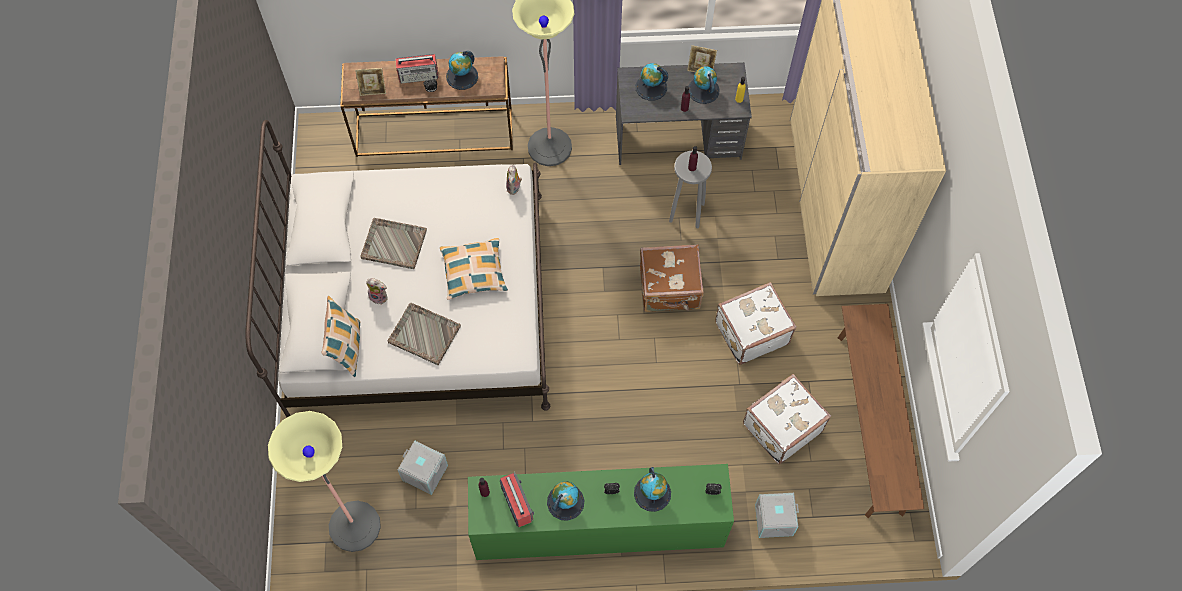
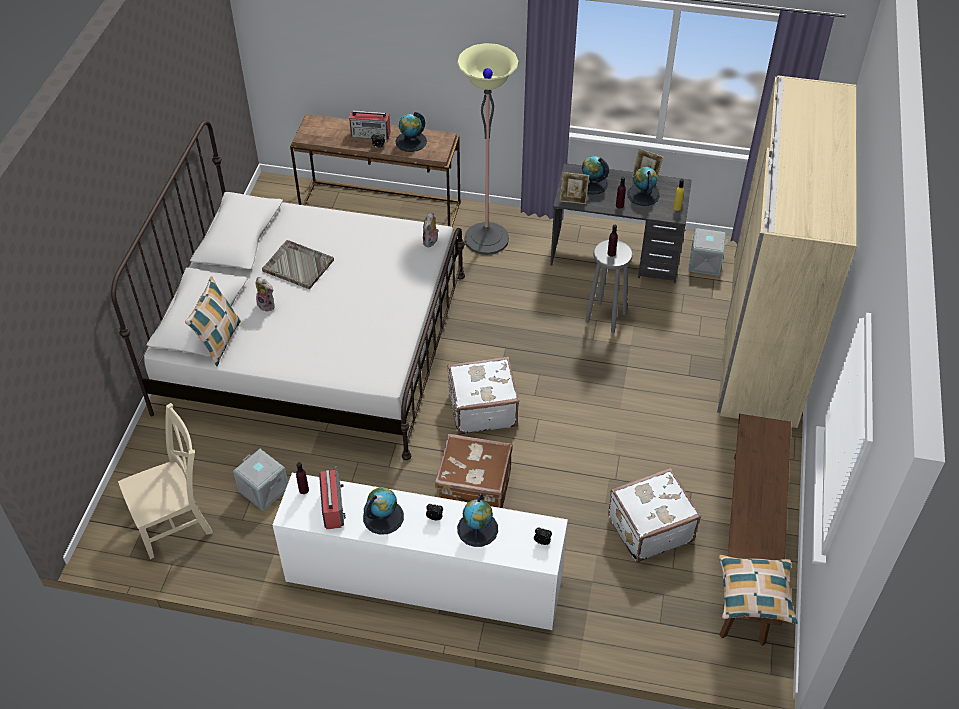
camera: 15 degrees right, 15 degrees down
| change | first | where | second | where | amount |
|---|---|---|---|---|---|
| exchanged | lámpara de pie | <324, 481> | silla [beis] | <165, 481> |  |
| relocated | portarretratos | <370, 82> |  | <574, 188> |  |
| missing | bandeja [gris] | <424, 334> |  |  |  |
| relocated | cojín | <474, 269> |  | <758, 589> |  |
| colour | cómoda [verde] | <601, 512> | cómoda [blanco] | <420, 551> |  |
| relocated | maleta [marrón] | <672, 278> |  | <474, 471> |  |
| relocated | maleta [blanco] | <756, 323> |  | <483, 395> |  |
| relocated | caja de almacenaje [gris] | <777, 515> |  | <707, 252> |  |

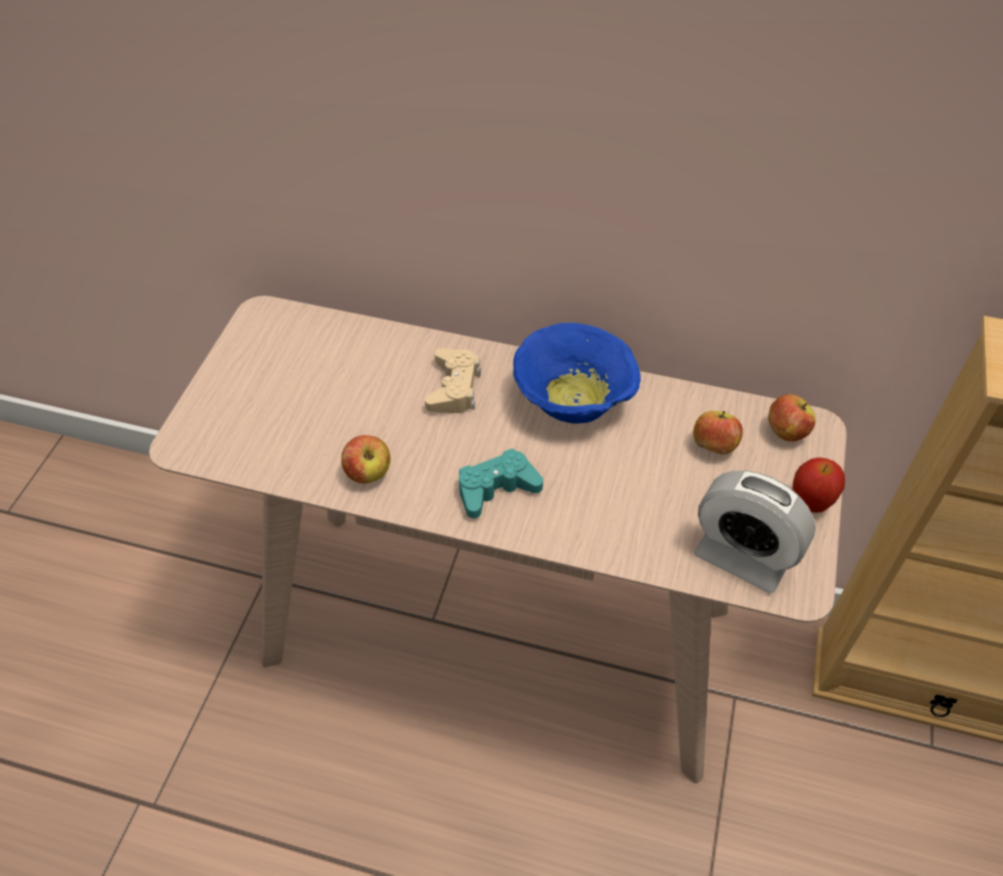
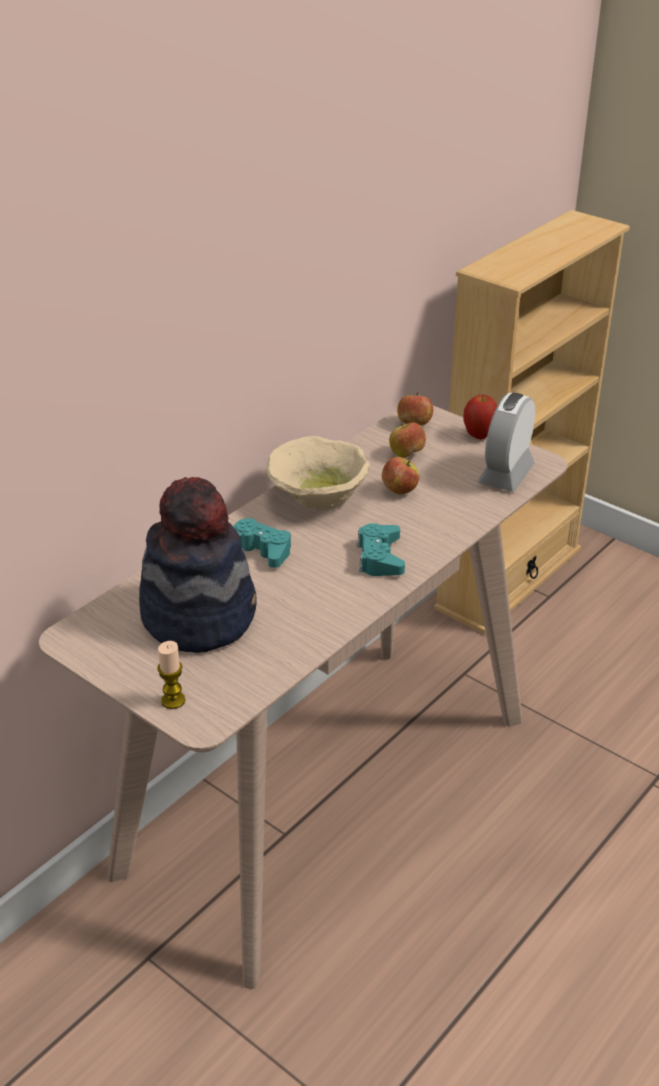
camera: 65 degrees left, 15 degrees down
| change | first | where | second | where | amount |
|---|---|---|---|---|---|
| relocated | manzana | <365, 459> |  | <400, 476> |  |
| colour | mando de consola [beis] | <453, 380> | mando de consola [turquesa] | <262, 543> |  |
| colour | cuenco [azul] | <577, 373> | cuenco [beis] | <318, 473> |  |
| spun | despertador | <755, 532> |  | <506, 442> | 150 degrees clockwise |
| appeared |  |  | sombrero | <198, 565> |  |
| appeared |  |  | vela | <171, 675> |  |

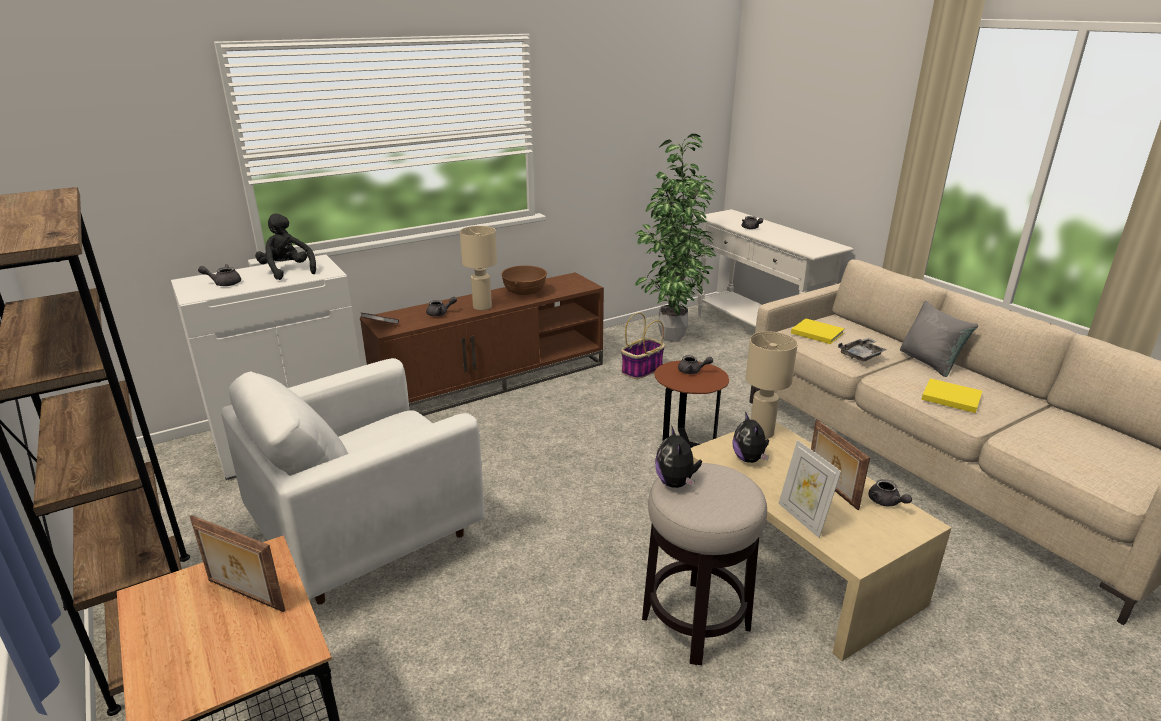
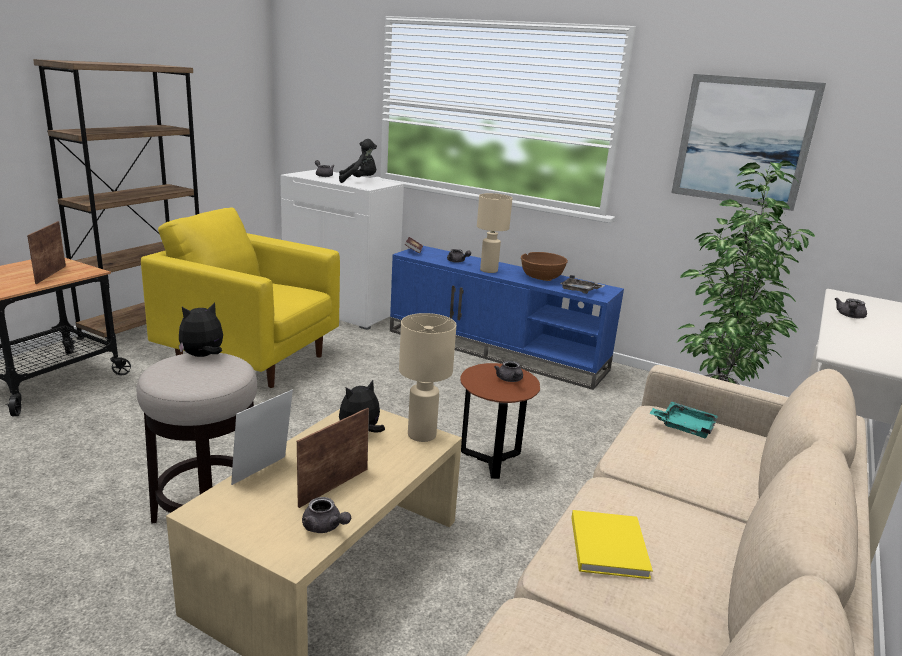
camera: 60 degrees right, 5 degrees down
| change | first | where | second | where | amount |
|---|---|---|---|---|---|
| colour | sillón [blanco] | <353, 481> | sillón [amarillo] | <240, 298> |  |
| spun | peluche [negro] | <285, 246> |  | <358, 161> | 60 degrees clockwise |
| colour | mueble de televisión [marrón] | <482, 344> | mueble de televisión [azul] | <507, 318> |  |
| missing | cesta | <643, 346> |  |  |  |
| exchanged | libro [amarillo] | <818, 331> | bandeja [turquesa] | <683, 419> |  |
| relocated | bandeja [gris] | <862, 350> |  | <582, 284> |  |
| spun | tetera [gris] | <890, 493> |  | <326, 515> | 90 degrees counterclockwise |
| missing | cojín [gris] | <939, 338> |  |  |  |
| appeared |  |  | cuadro | <748, 142> |  |

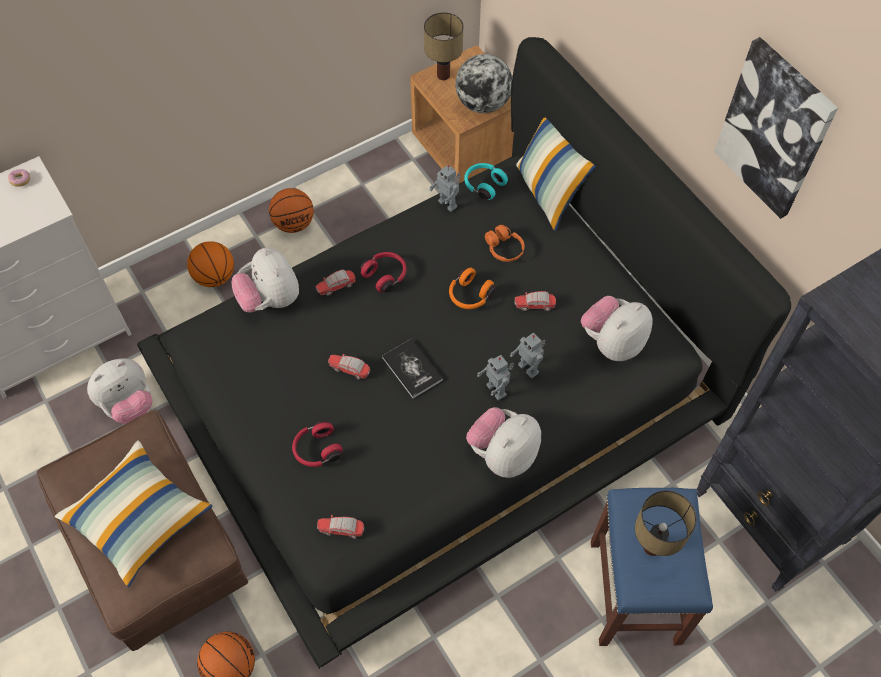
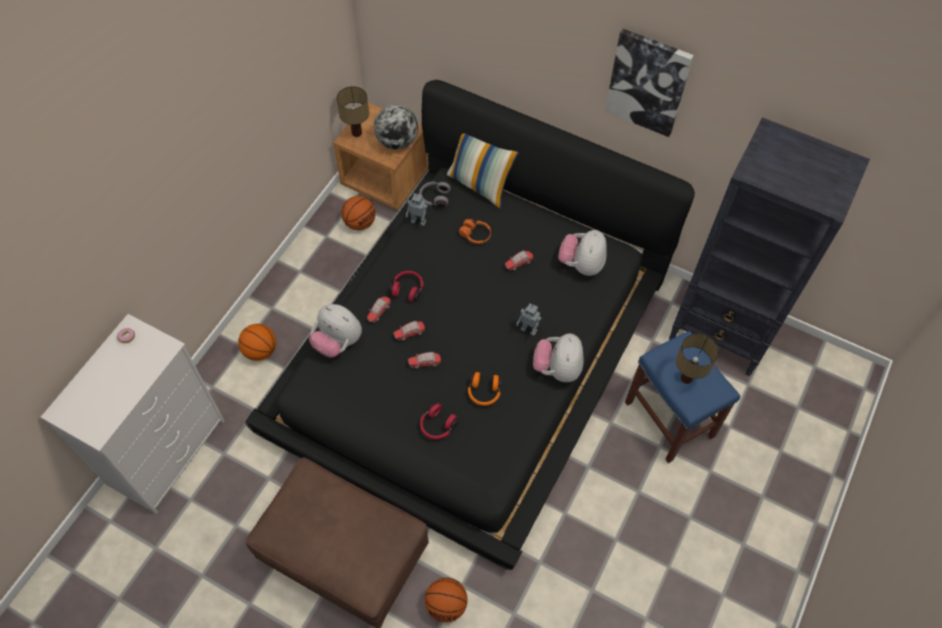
camera: 30 degrees left, 0 degrees up
| change | first | where | second | where | amount |
|---|---|---|---|---|---|
| missing | cojín | <134, 513> |  |  |  |
| missing | peluche | <119, 391> |  |  |  |
| relocated | balón de baloncesto | <291, 210> |  | <358, 213> |  |
| relocated | coche de juguete | <341, 526> |  | <409, 331> |  |
| missing | libro | <412, 368> |  |  |  |
| relocated | auriculares [naranja] | <472, 288> |  | <485, 389> |  |
| colour | auriculares [turquesa] | <486, 181> | auriculares [gris] | <435, 194> |  |
| missing | robot de juguete | <528, 356> |  |  |  |

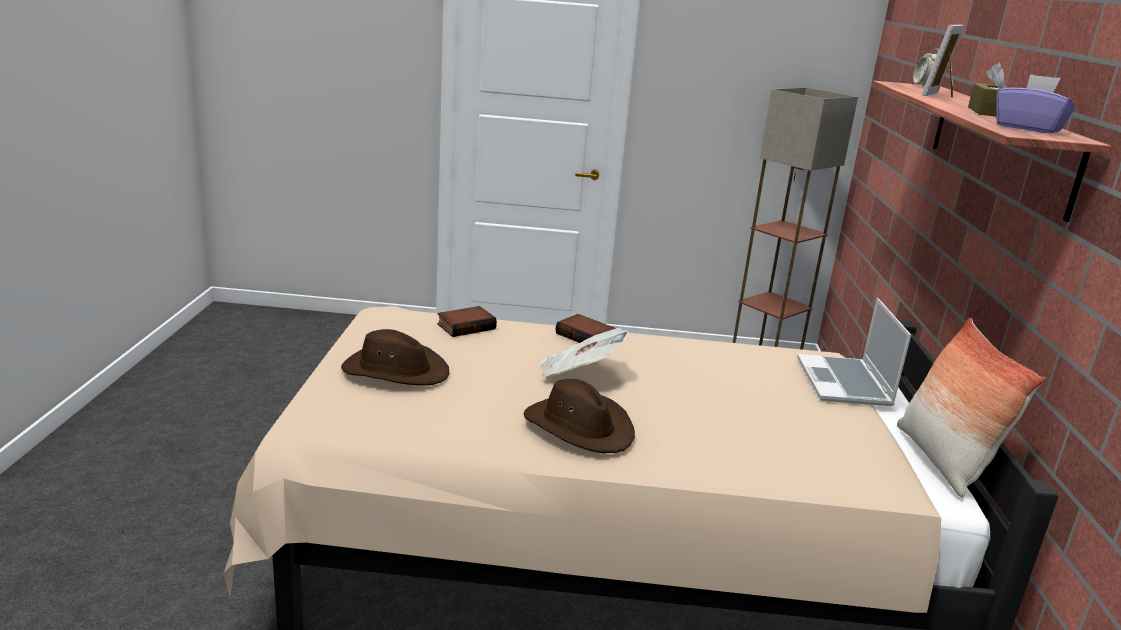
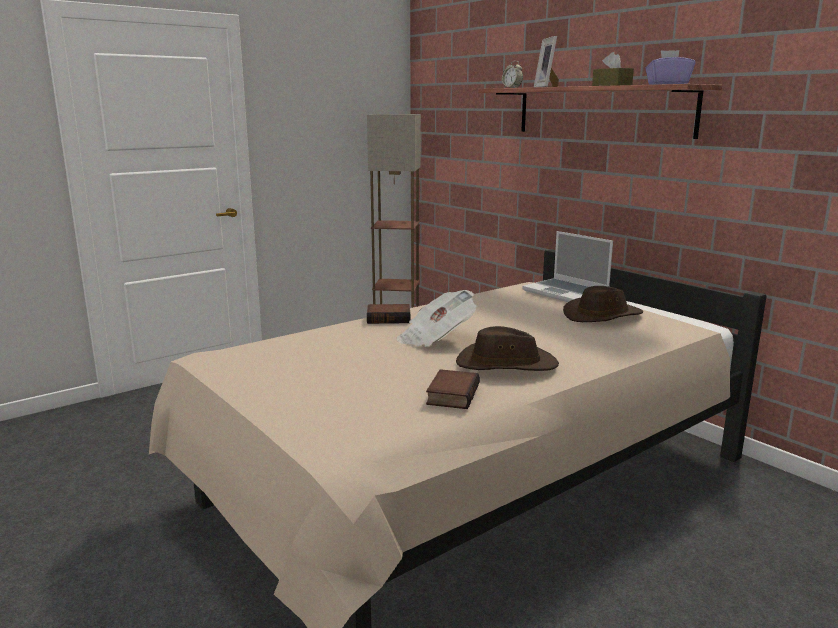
camera: 40 degrees left, 5 degrees down
| change | first | where | second | where | amount |
|---|---|---|---|---|---|
| relocated | sombrero [marrón] | <395, 357> |  | <603, 304> |  |
| relocated | libro | <467, 321> |  | <453, 389> |  |
| missing | cojín | <971, 407> |  |  |  |

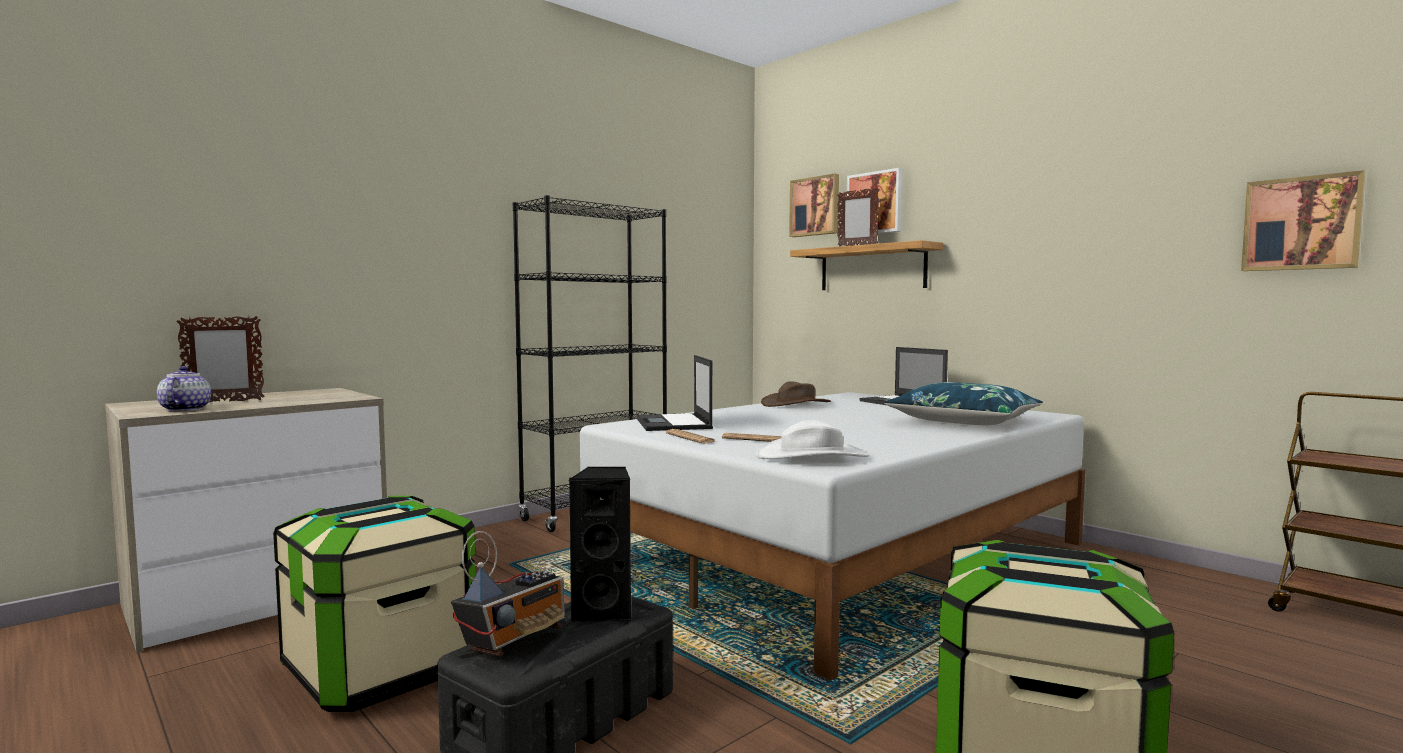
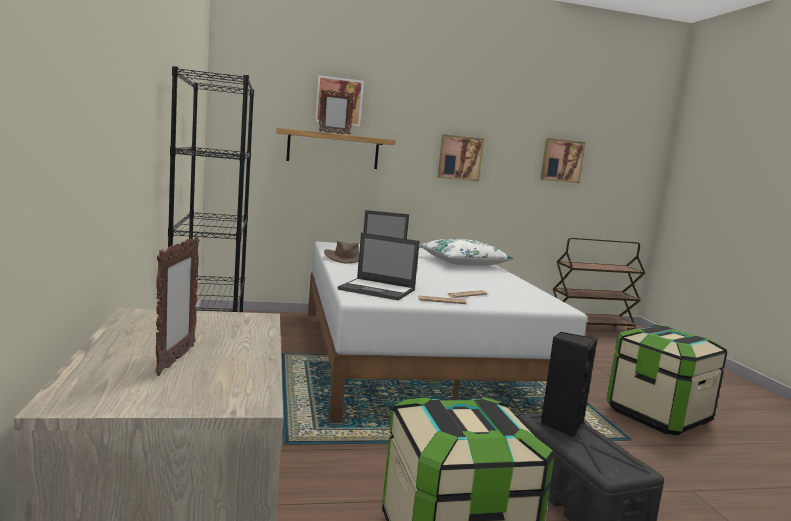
camera: 60 degrees left, 5 degrees up
| change | first | where | second | where | amount |
|---|---|---|---|---|---|
| missing | tetera | <184, 388> |  |  |  |
| missing | radio | <508, 593> |  |  |  |
| missing | sombrero [blanco] | <812, 439> |  |  |  |
| relocated | cuadro | <814, 205> |  | <461, 157> |  |
| colour | cojín [azul] | <963, 403> | cojín [blanco] | <466, 252> |  |

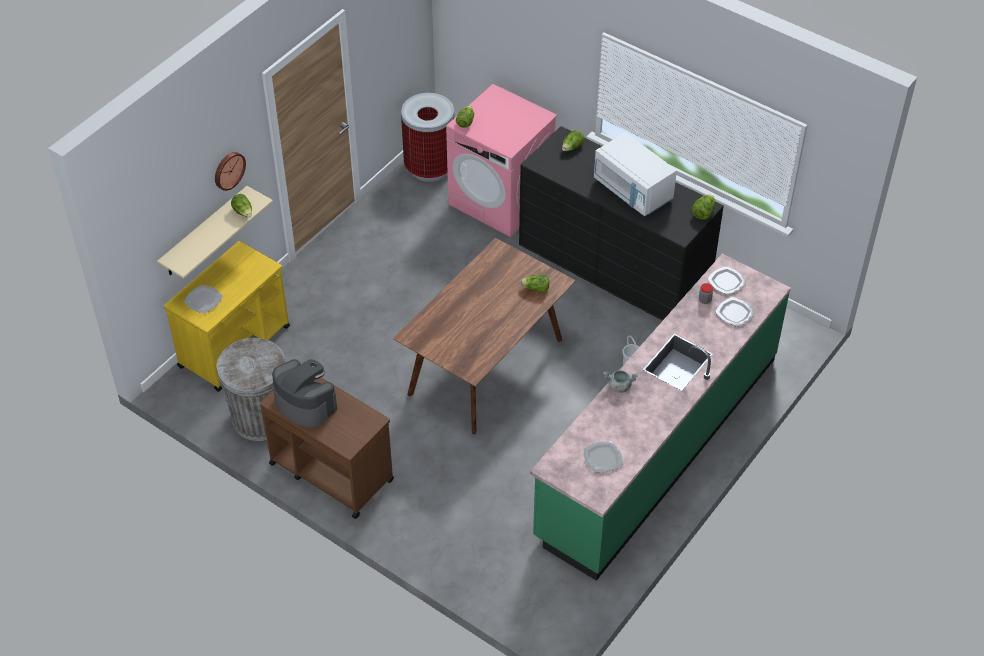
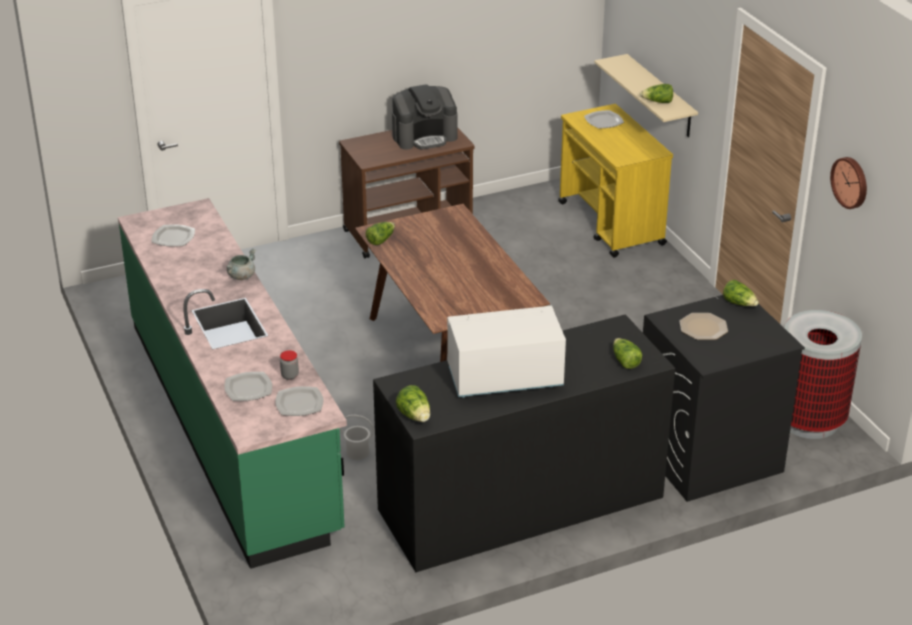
camera: 120 degrees right, 15 degrees down
| change | first | where | second | where | amount |
|---|---|---|---|---|---|
| relocated | reloj de pared | <230, 171> |  | <848, 183> |  |
| missing | papelera [gris] | <251, 389> |  |  |  |
| colour | lavadora [rosa] | <501, 160> | lavadora [negro] | <724, 398> |  |
| relocated | lechuga | <534, 284> |  | <380, 233> |  |
| appeared |  |  | plato | <703, 326> |  |

